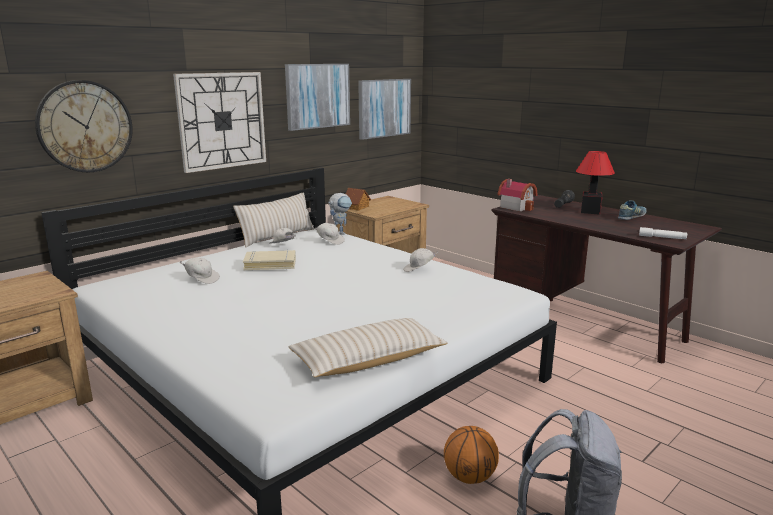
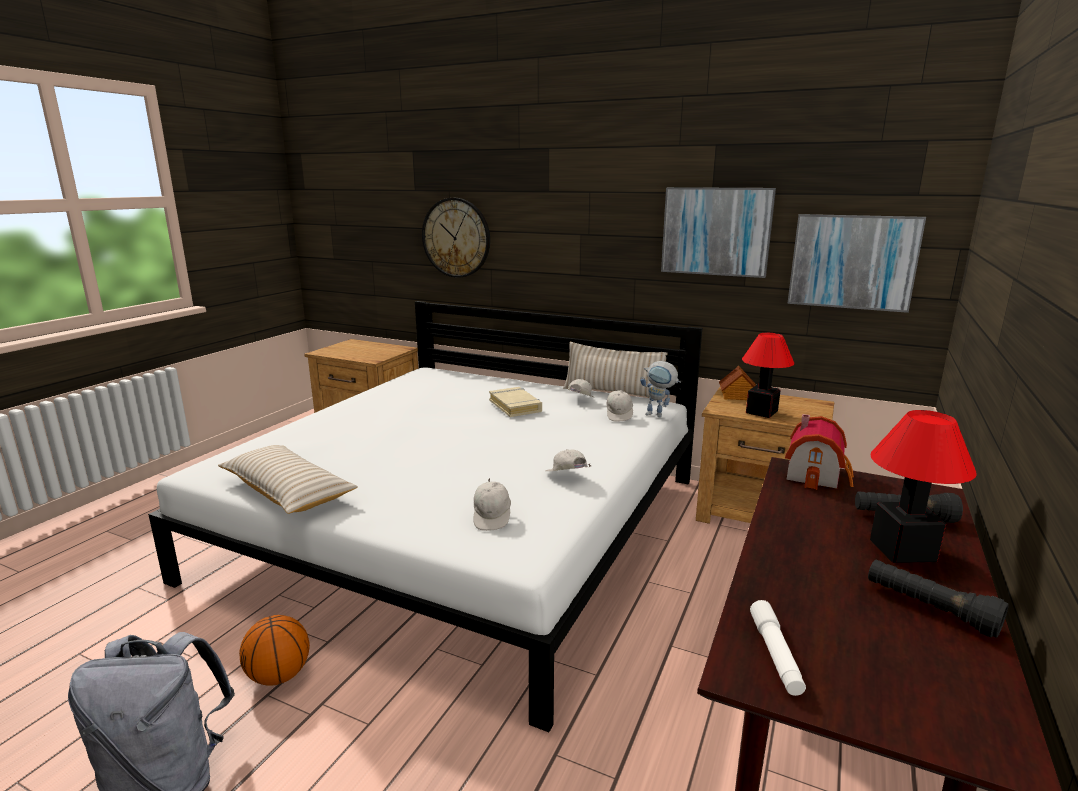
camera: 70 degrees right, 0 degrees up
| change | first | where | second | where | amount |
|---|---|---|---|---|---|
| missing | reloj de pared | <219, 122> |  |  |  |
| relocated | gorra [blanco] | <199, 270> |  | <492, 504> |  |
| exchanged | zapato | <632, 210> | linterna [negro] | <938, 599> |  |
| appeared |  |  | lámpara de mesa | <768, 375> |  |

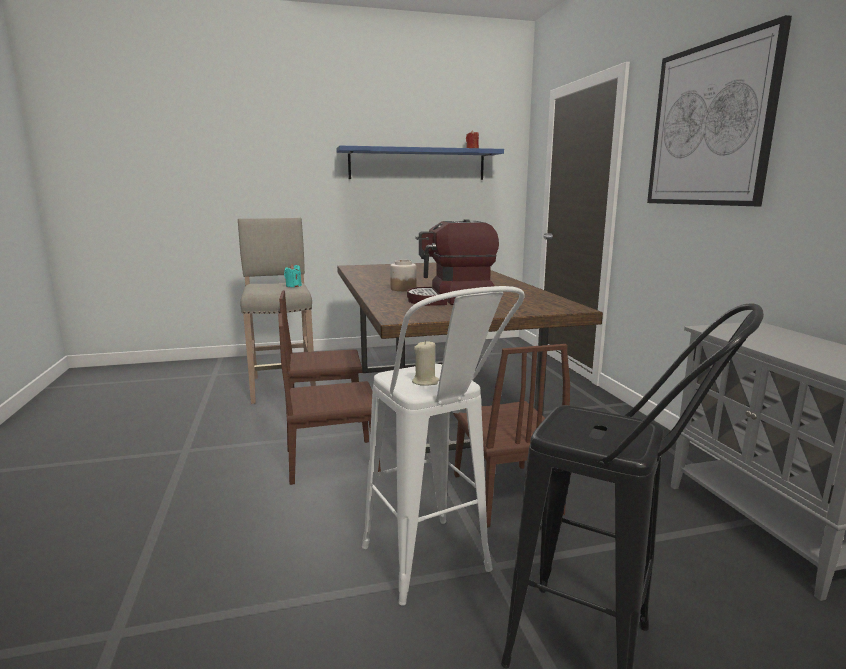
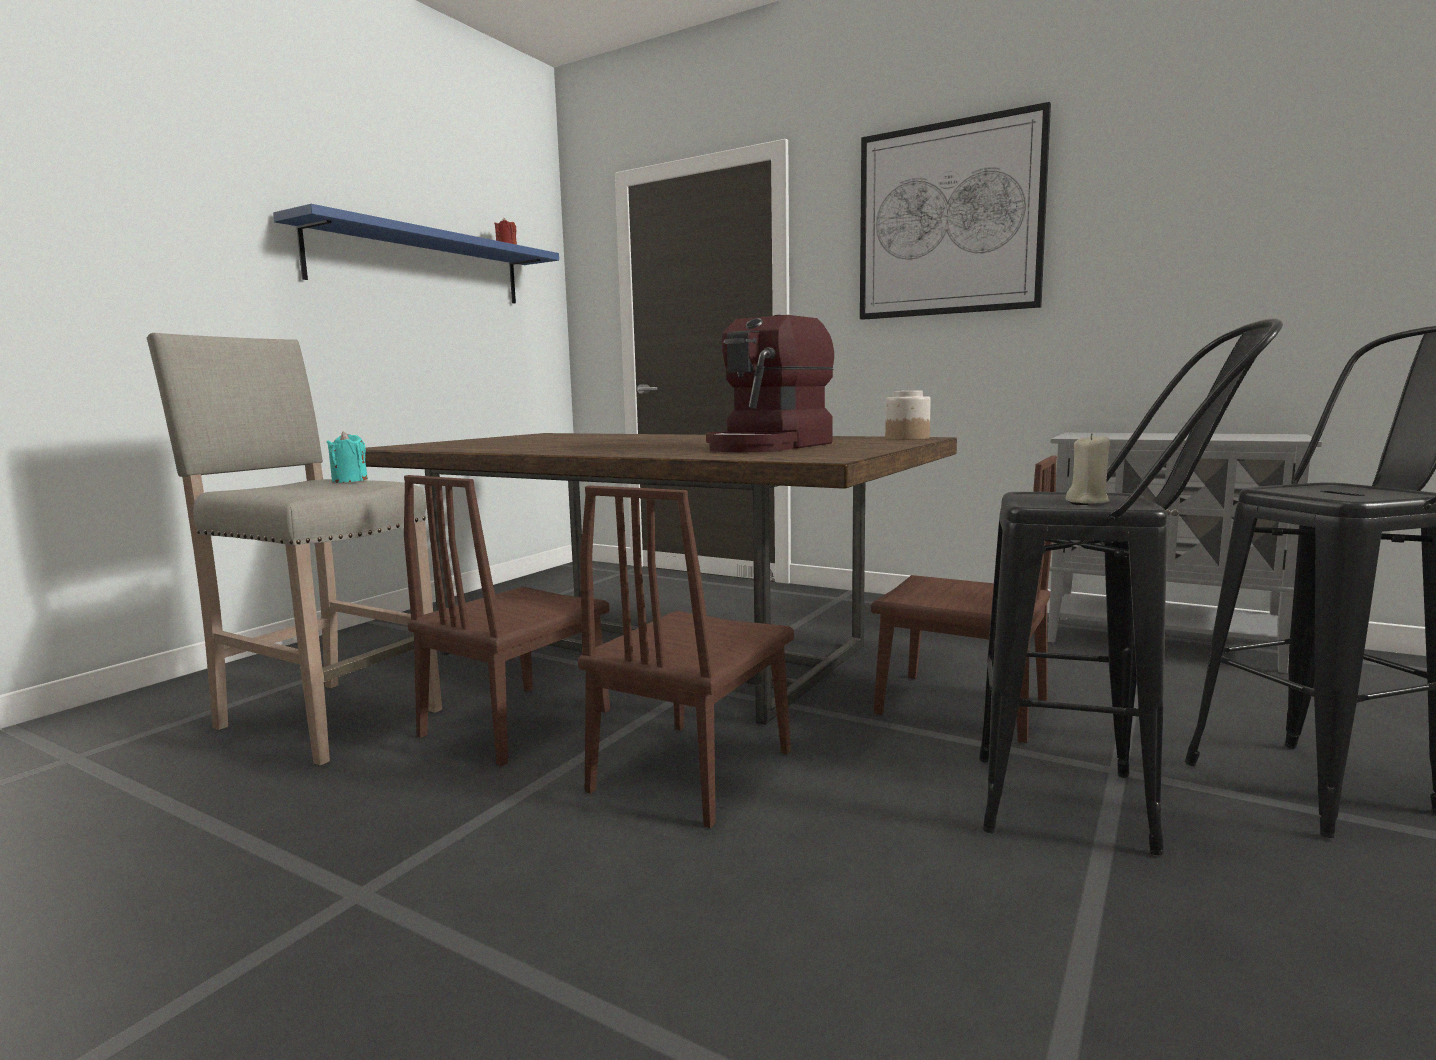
camera: 45 degrees left, 5 degrees down
| change | first | where | second | where | amount |
|---|---|---|---|---|---|
| colour | taburete [blanco] | <443, 445> | taburete [negro] | <1131, 587> |  |
| relocated | tarro | <403, 275> |  | <908, 415> |  |

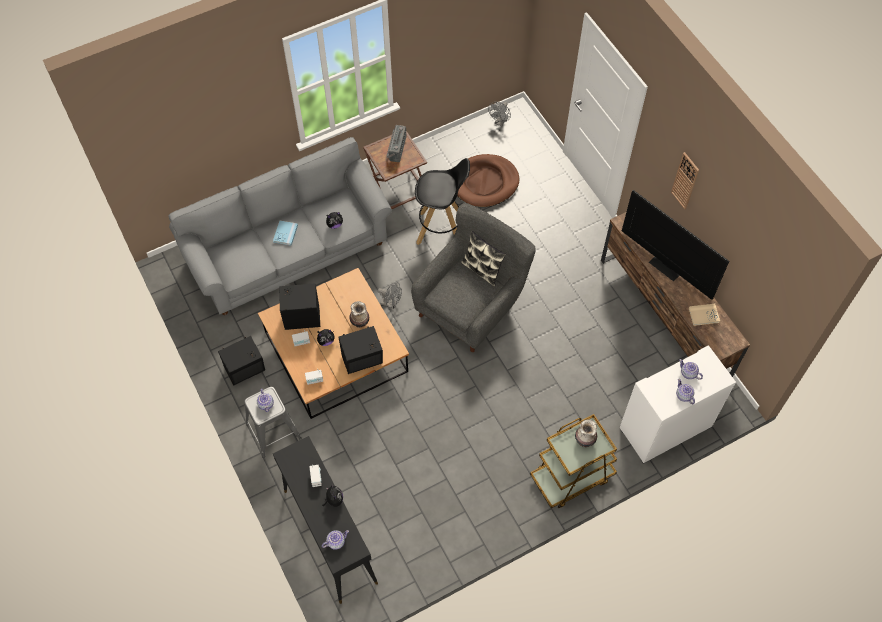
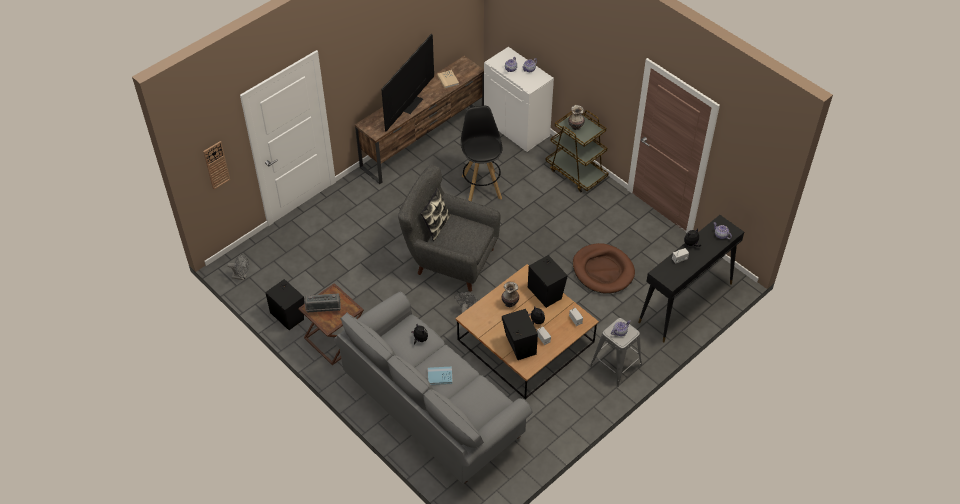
camera: 105 degrees left, 10 degrees down
| change | first | where | second | where | amount |
|---|---|---|---|---|---|
| relocated | altavoz [negro] | <241, 361> |  | <284, 304> |  |
| relocated | taburete [negro] | <442, 201> |  | <482, 154> |  |
| relocated | cama para perro [marrón] | <488, 180> |  | <604, 268> |  |
| relocated | reloj de pared | <685, 180> |  | <216, 165> |  |

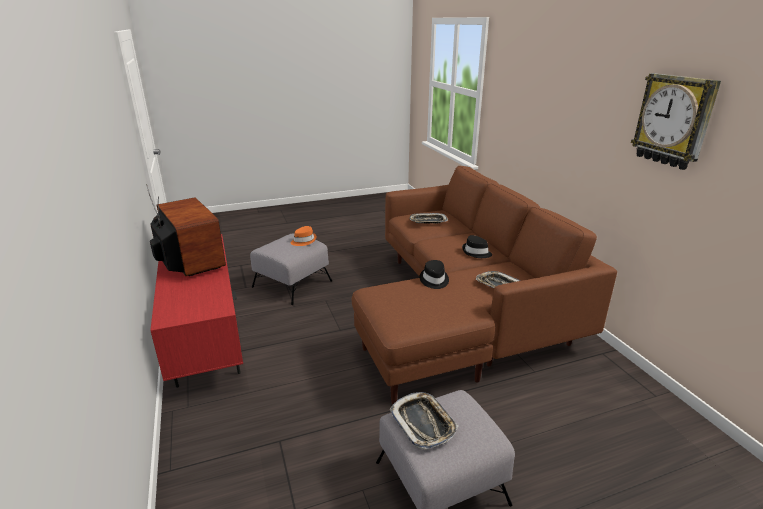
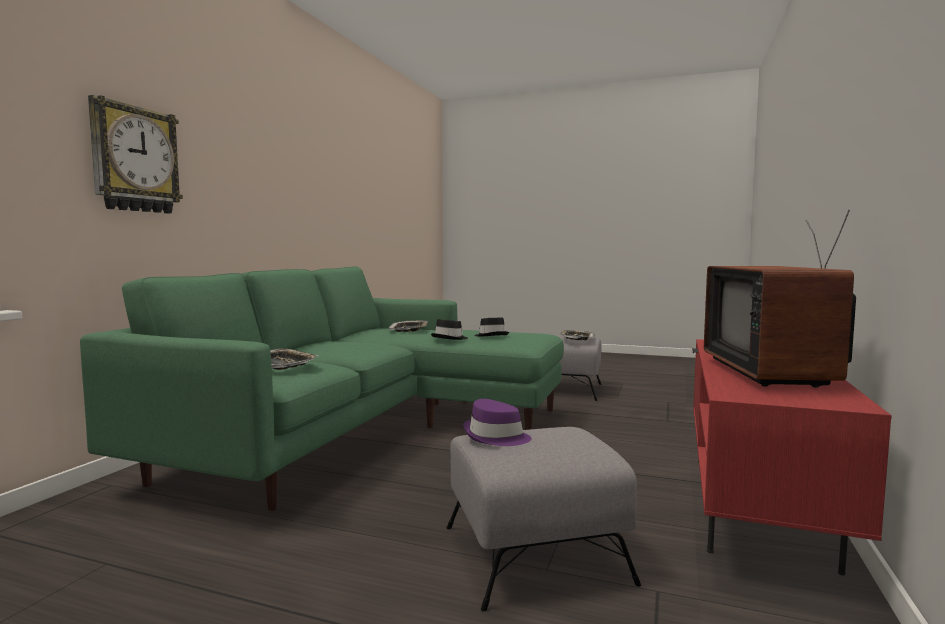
camera: 140 degrees left, 20 degrees down
| change | first | where | second | where | amount |
|---|---|---|---|---|---|
| colour | sombrero [naranja] | <303, 236> | sombrero [morado] | <497, 422> |  |
| colour | sofá [marrón] | <484, 285> | sofá [verde] | <322, 388> |  |
| relocated | sombrero [negro] | <477, 246> |  | <491, 327> |  |
| relocated | reloj de pared | <676, 121> |  | <135, 154> |  |

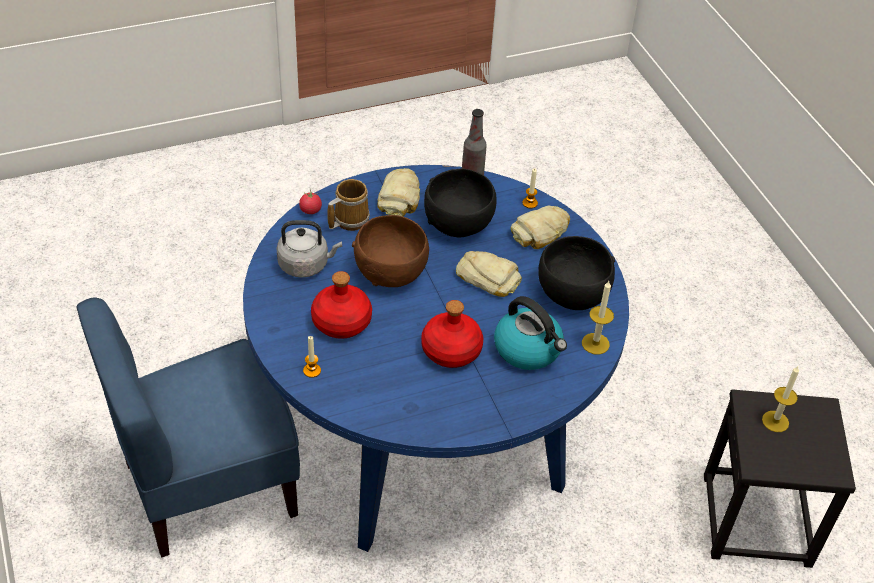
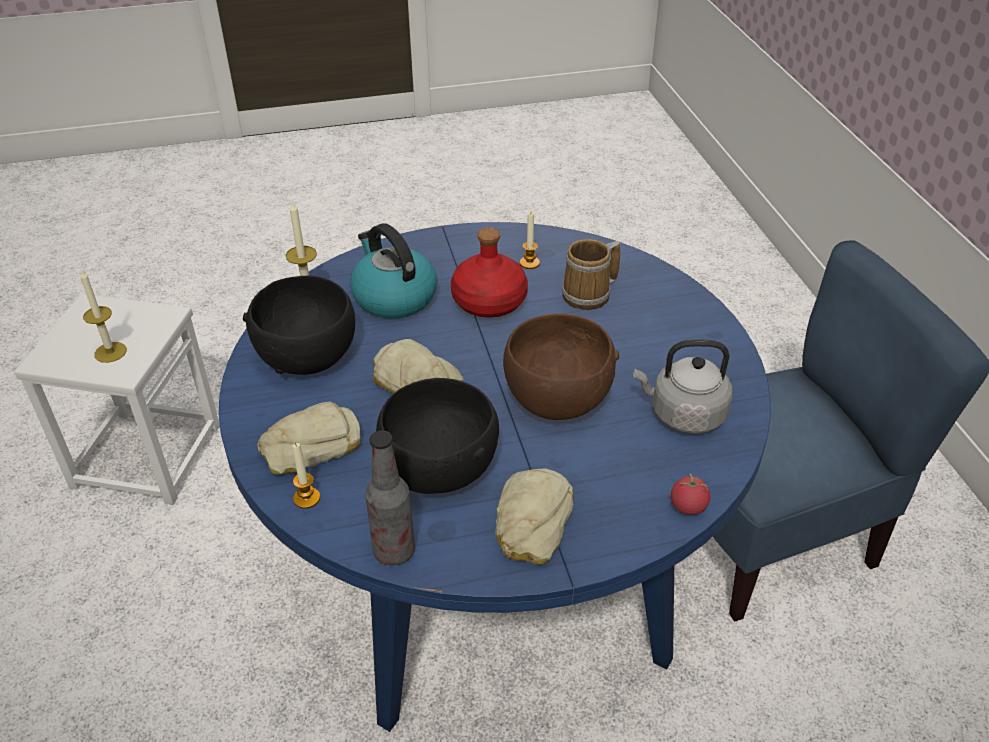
camera: 170 degrees left, 5 degrees down
| change | first | where | second | where | amount |
|---|---|---|---|---|---|
| relocated | vela | <312, 357> |  | <530, 240> |  |
| missing | botella [rojo] | <341, 305> |  |  |  |
| relocated | taza grande | <348, 205> |  | <591, 274> |  |
| colour | taburete [negro] | <780, 478> | taburete [blanco] | <117, 399> |  |

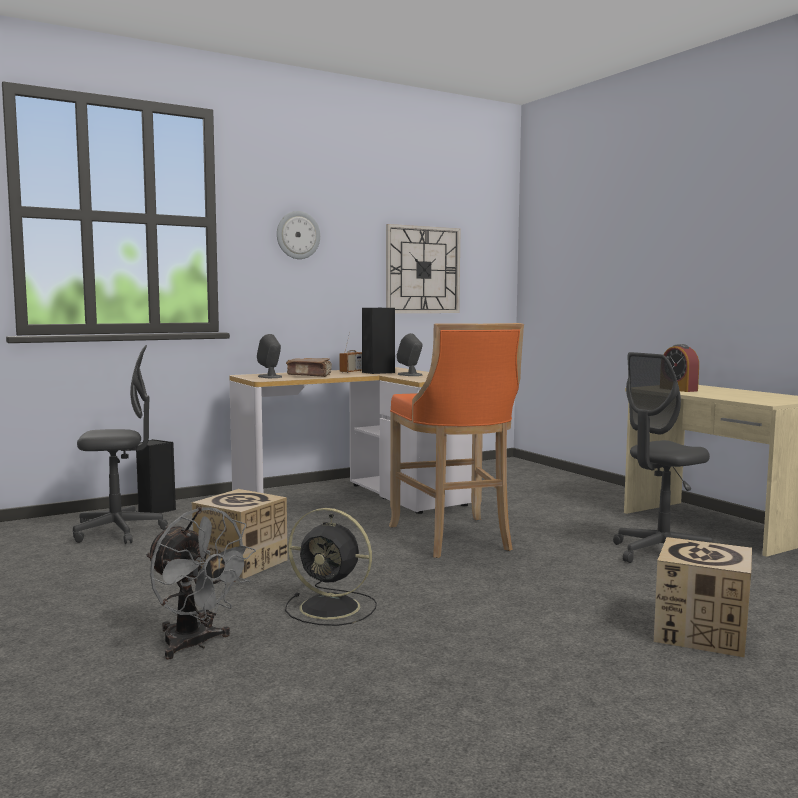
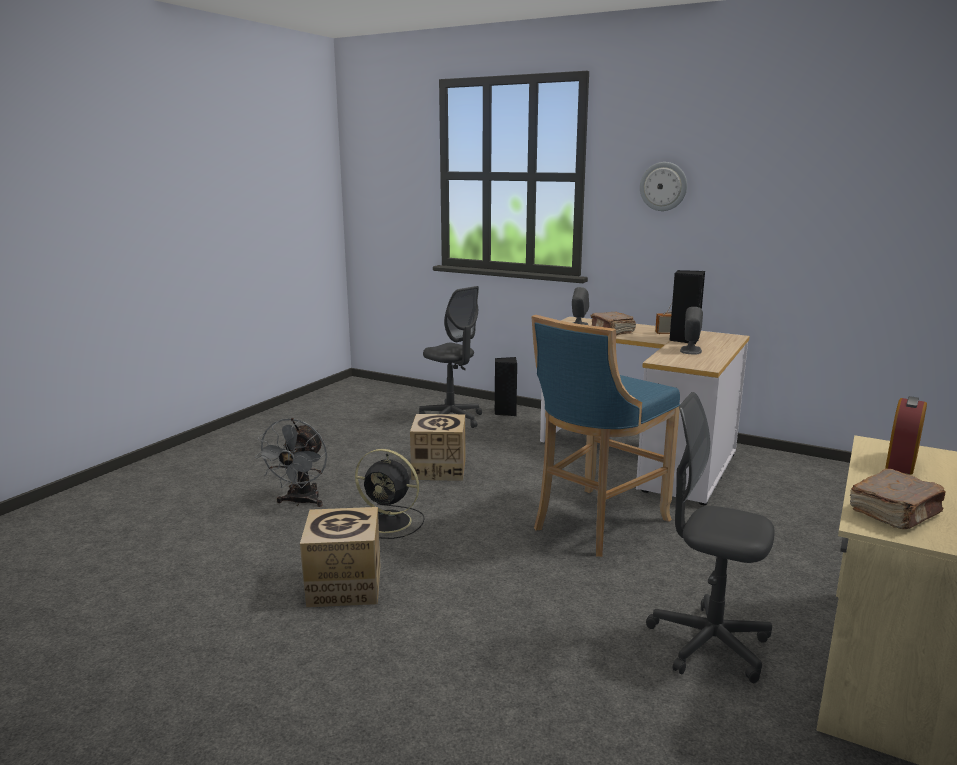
camera: 60 degrees right, 10 degrees up
| change | first | where | second | where | amount |
|---|---|---|---|---|---|
| spun | ventilador [negro] | <331, 567> |  | <390, 494> | 60 degrees counterclockwise |
| missing | reloj de pared | <423, 268> |  |  |  |
| colour | taburete [naranja] | <456, 440> | taburete [azul] | <605, 436> |  |
| relocated | caja de cartón | <703, 597> |  | <340, 557> |  |
| appeared |  |  | libro [marrón] | <898, 499> |  |

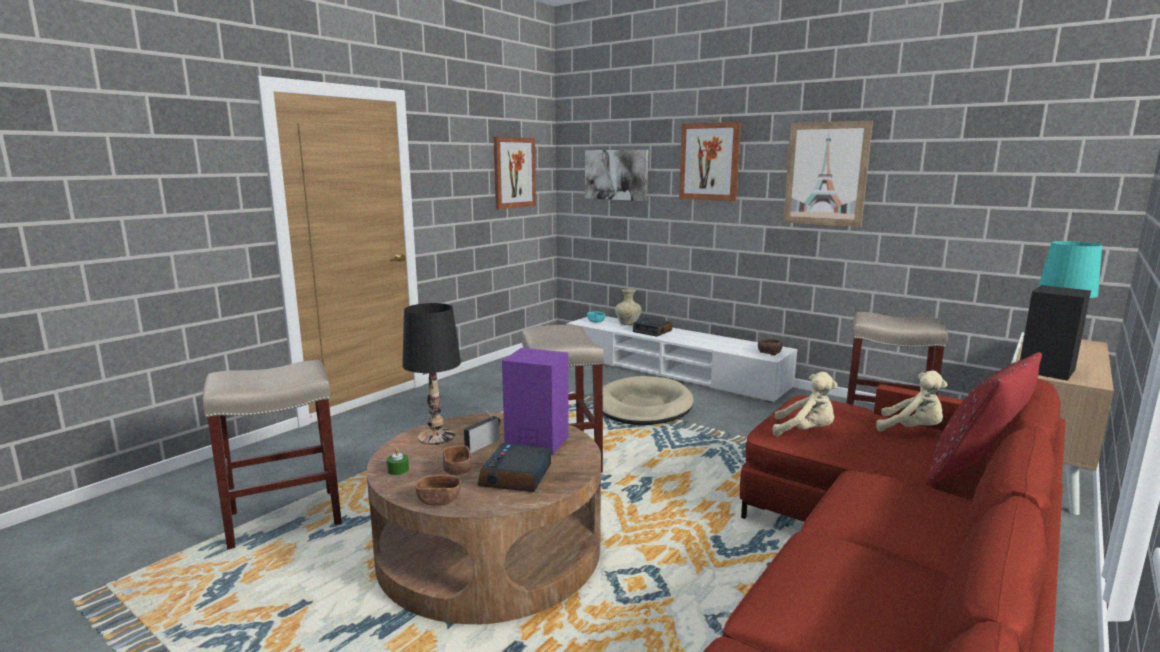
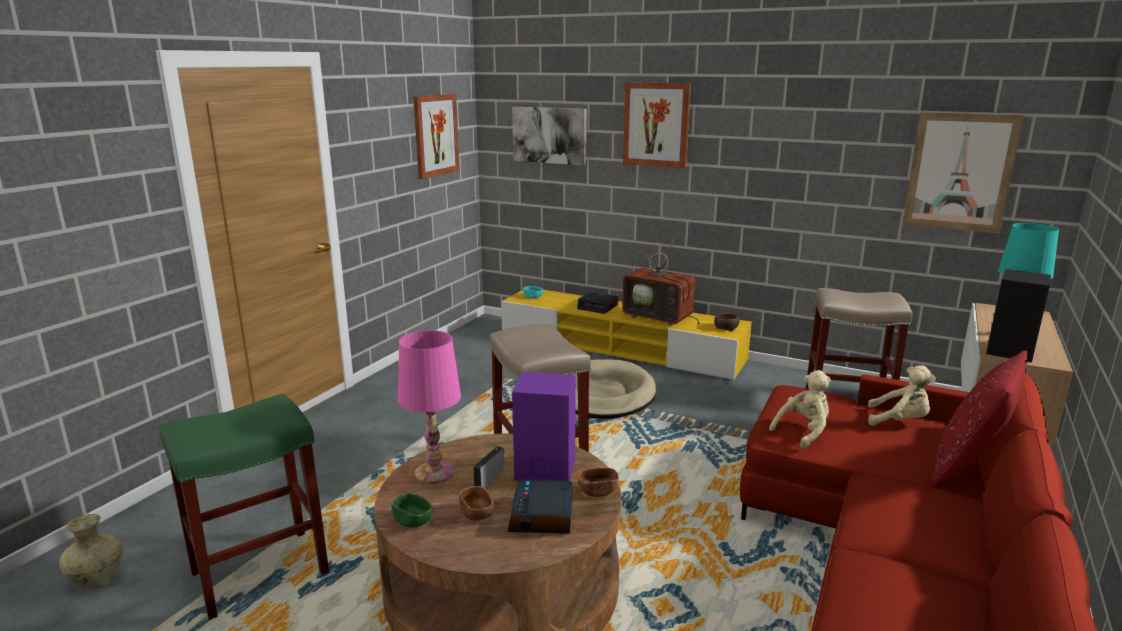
camera: 10 degrees left, 5 degrees up
| change | first | where | second | where | amount |
|---|---|---|---|---|---|
| colour | taburete [beis] | <272, 455> | taburete [verde] | <244, 507> |  |
| exchanged | vela [verde] | <398, 461> | cuenco [verde] | <412, 510> |  |
| colour | lámpara de mesa [negro] | <431, 374> | lámpara de mesa [rosa] | <429, 407> |  |
| relocated | cuenco [marrón] | <438, 490> |  | <598, 482> |  |
| colour | mueble de televisión [blanco] | <682, 359> | mueble de televisión [amarillo] | <626, 335> |  |
| relocated | florero [beis] | <628, 307> |  | <91, 552> |  |
| spun | peluche [beis] | <805, 404> |  | <800, 409> | 45 degrees counterclockwise |
| relocated | cuadro | <828, 174> |  | <963, 172> |  |
| appeared |  |  | televisor | <661, 281> |  |

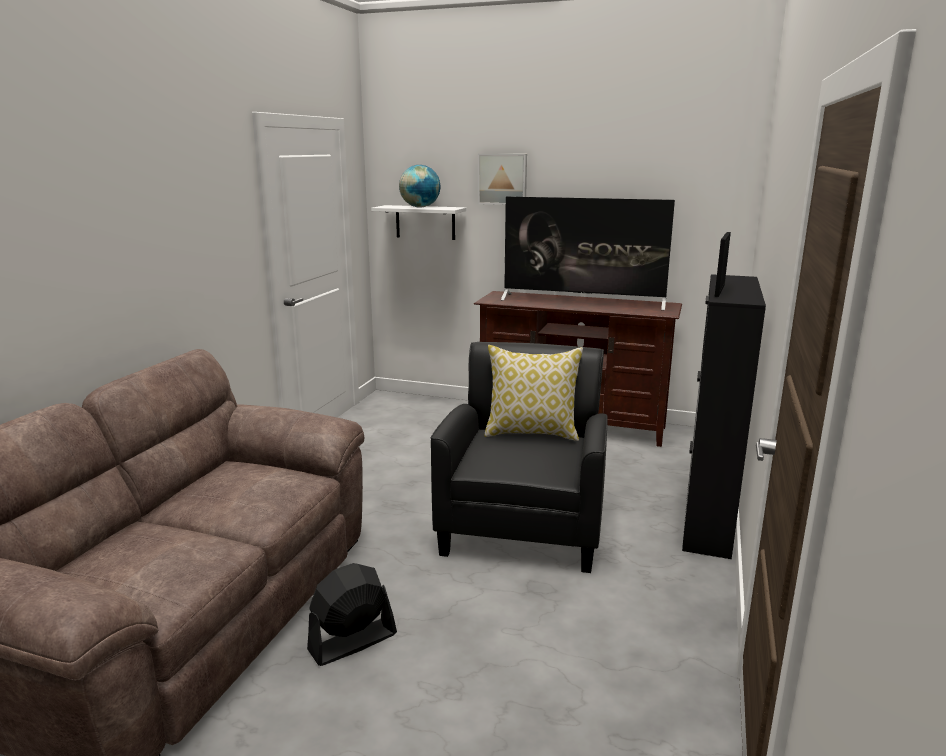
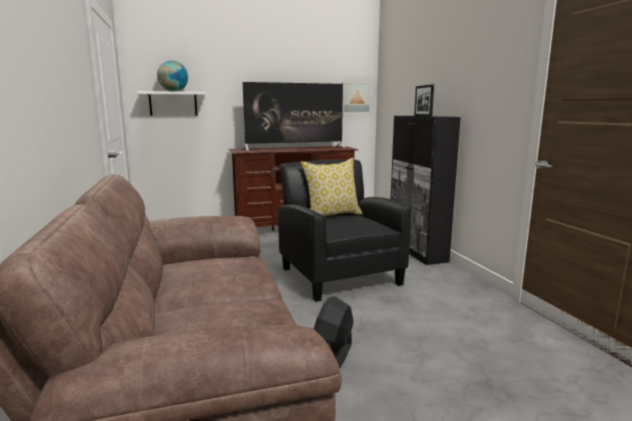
camera: 35 degrees left, 5 degrees down
| change | first | where | second | where | amount |
|---|---|---|---|---|---|
| relocated | cuadro | <502, 179> |  | <356, 97> |  |

